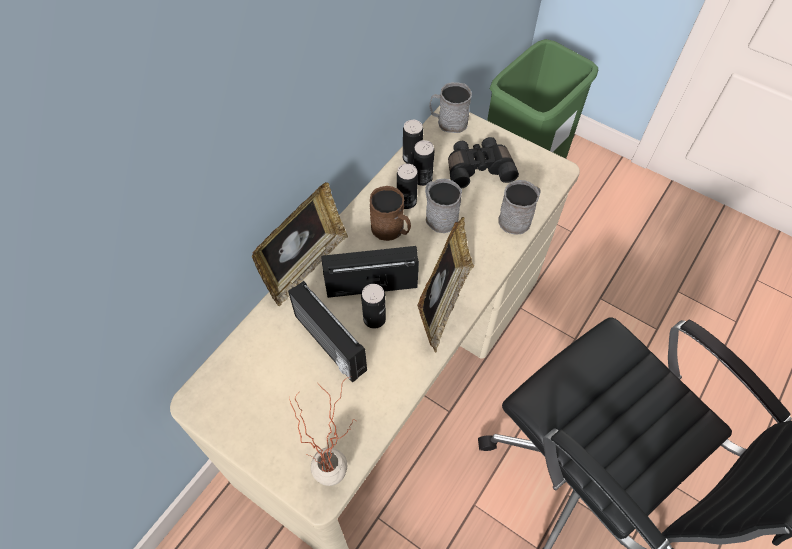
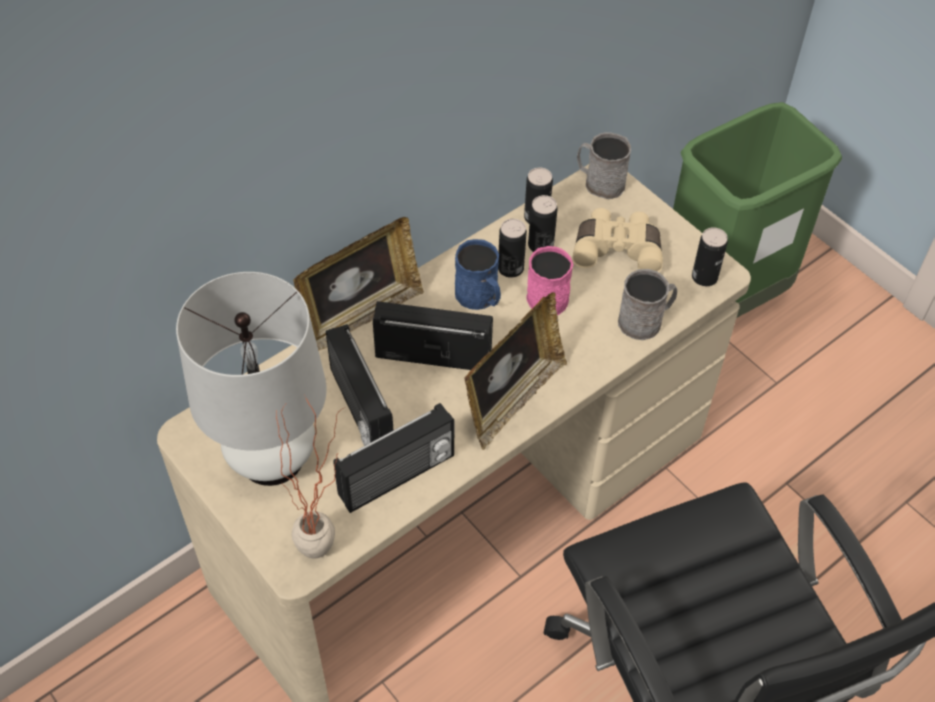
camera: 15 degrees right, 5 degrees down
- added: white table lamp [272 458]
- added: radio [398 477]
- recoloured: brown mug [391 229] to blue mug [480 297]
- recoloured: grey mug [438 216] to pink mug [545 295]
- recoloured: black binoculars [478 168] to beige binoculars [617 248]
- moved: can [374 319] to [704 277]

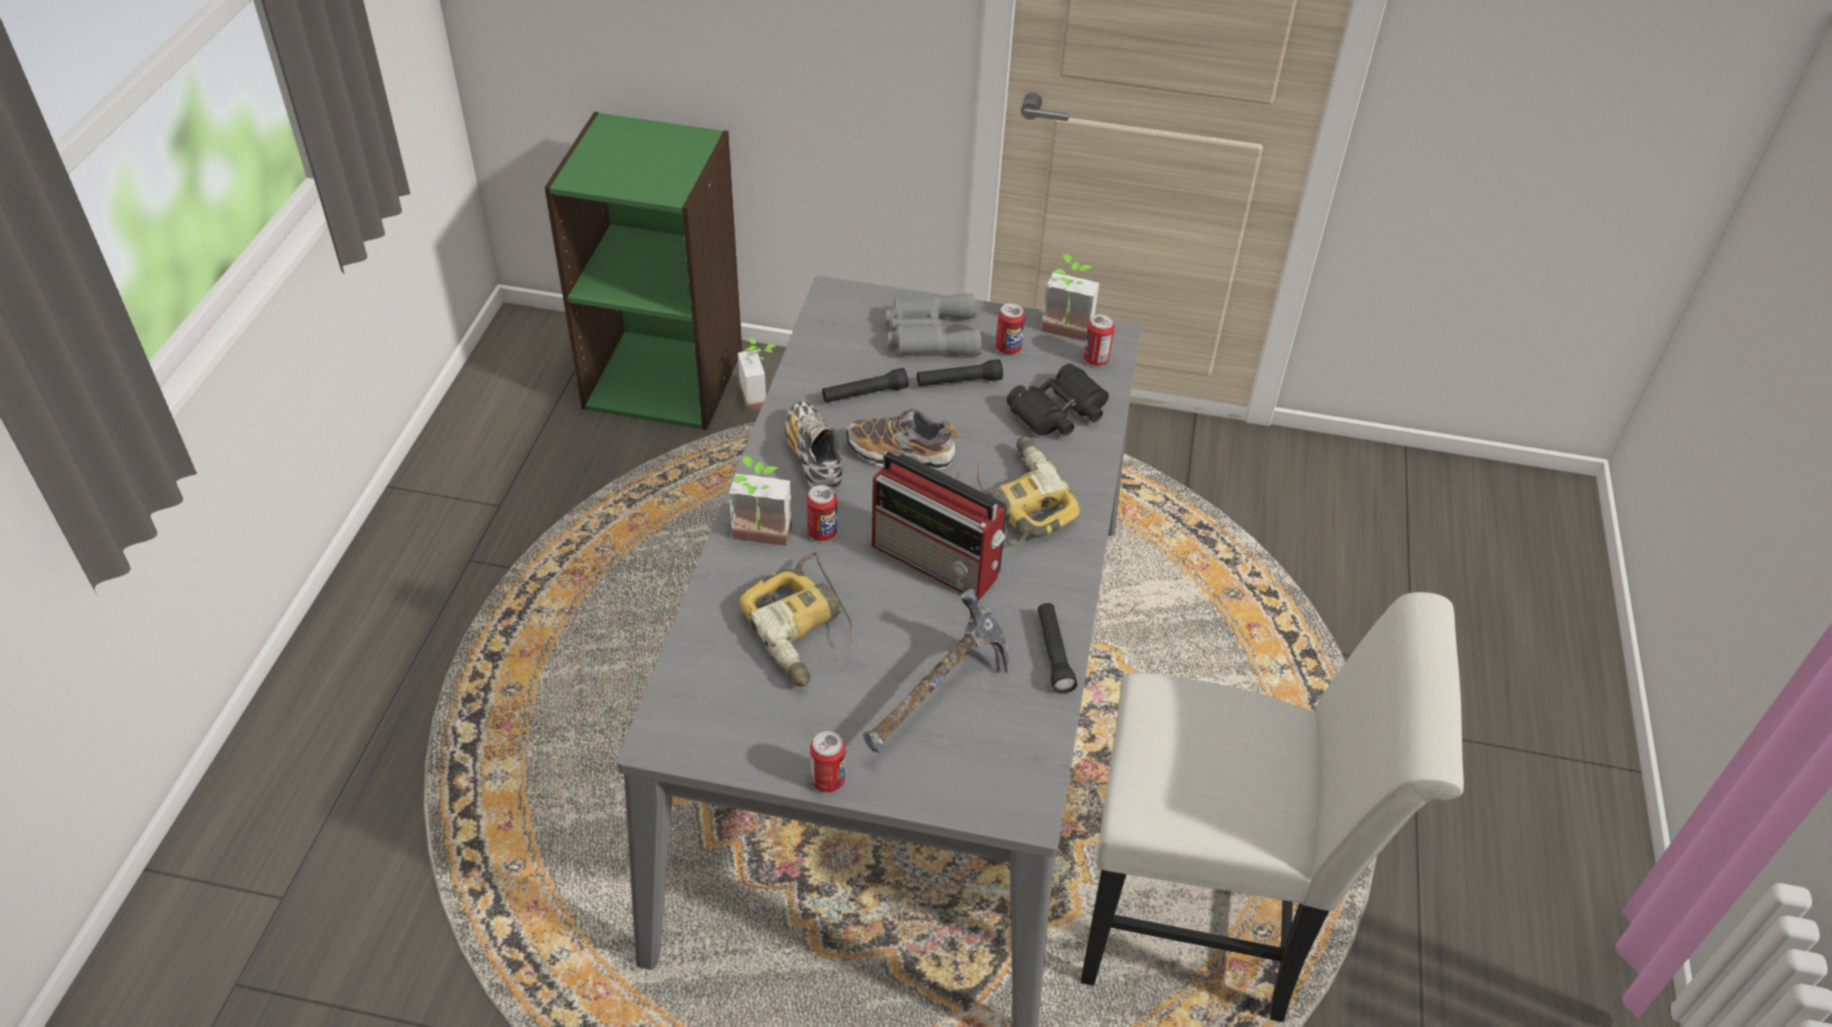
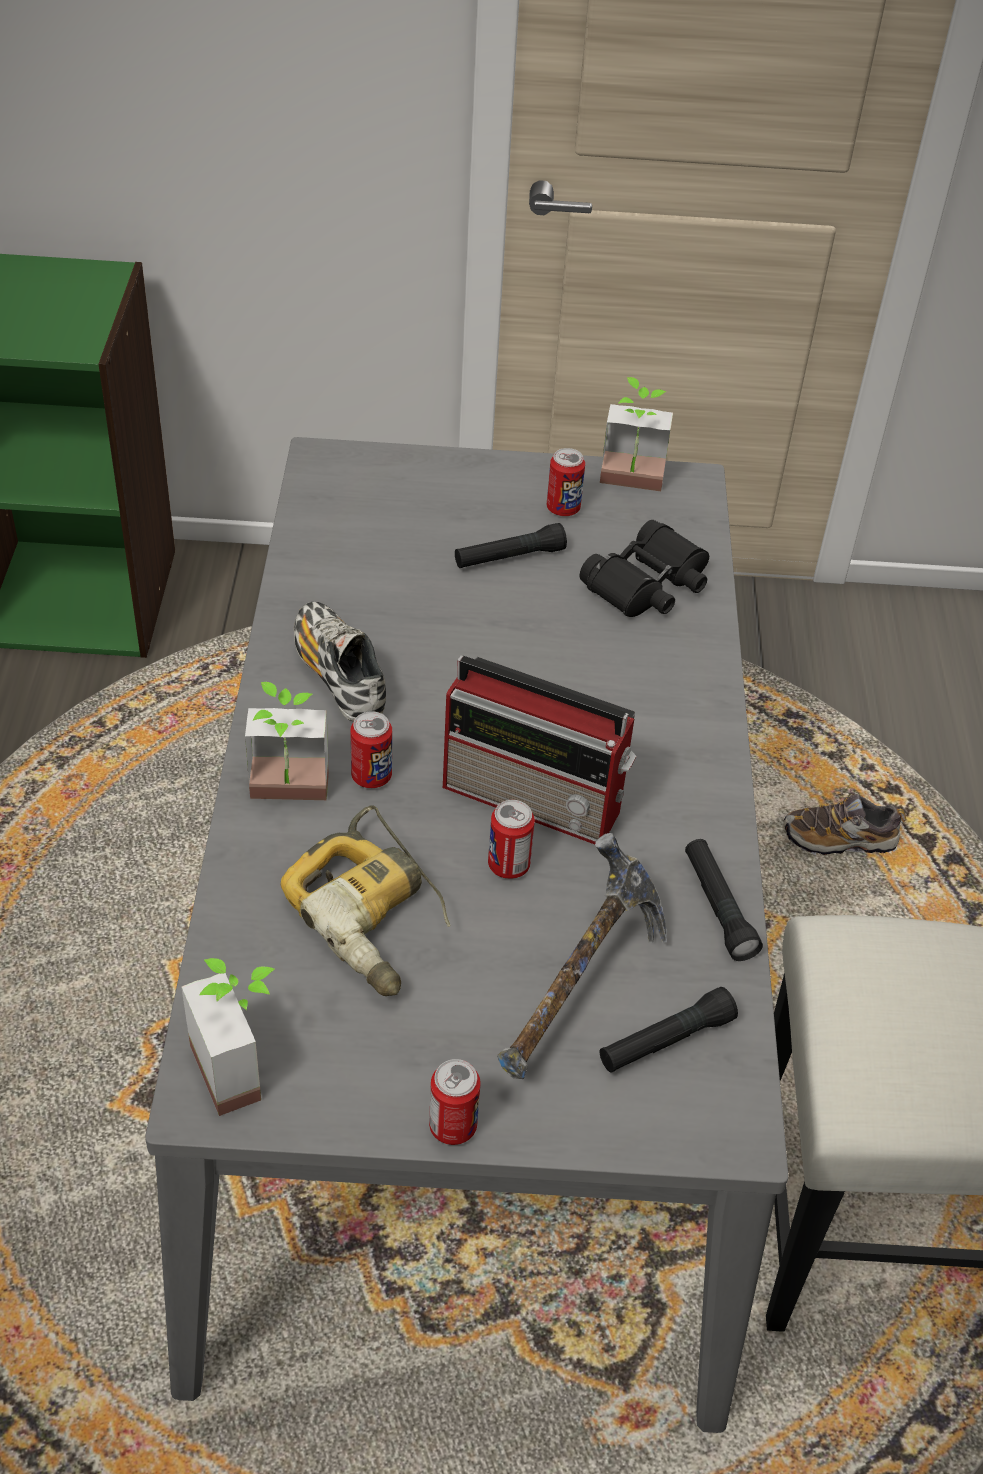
camera: 10 degrees left, 0 degrees up
- moved: potted plant [761 396] to [243 1066]
- moved: can [1096 359] to [508 865]
- moved: black flashlight [864 394] to [665 1041]
- moved: shoe [900 453] to [839 840]
- removed: grey binoculars [929 334]
- removed: power drill [1019 500]

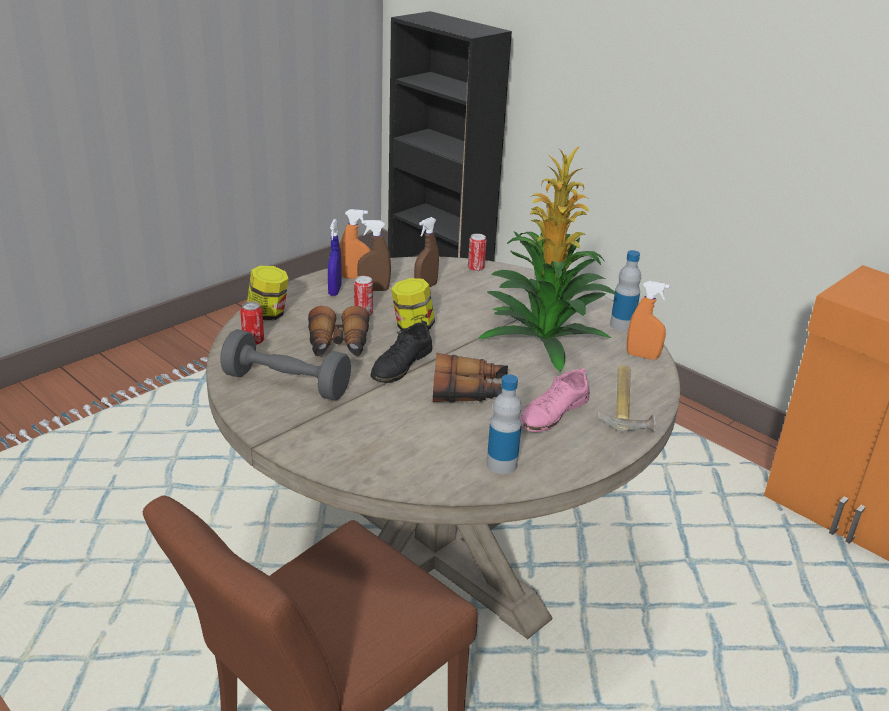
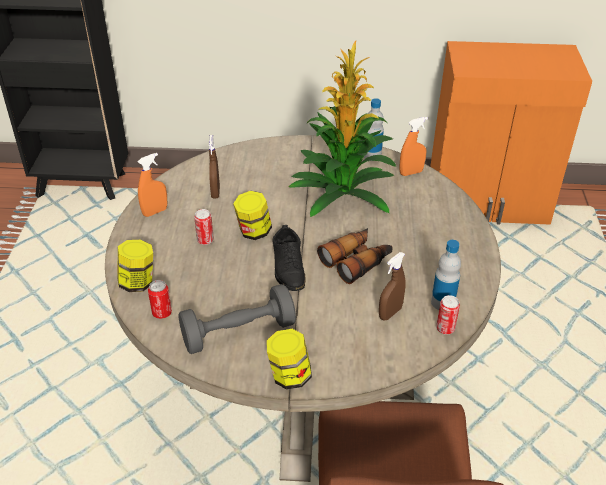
camera: 40 degrees left, 10 degrees up
- added: jar [289 376]
- moved: brown spray bottle [374 289] to [390 313]
- moved: can [476 268] to [445 328]
- removed: binoculars [338 346]
- removed: blue spray bottle [335 291]
- removed: pink shoe [553 413]
- removed: hammer [627 404]

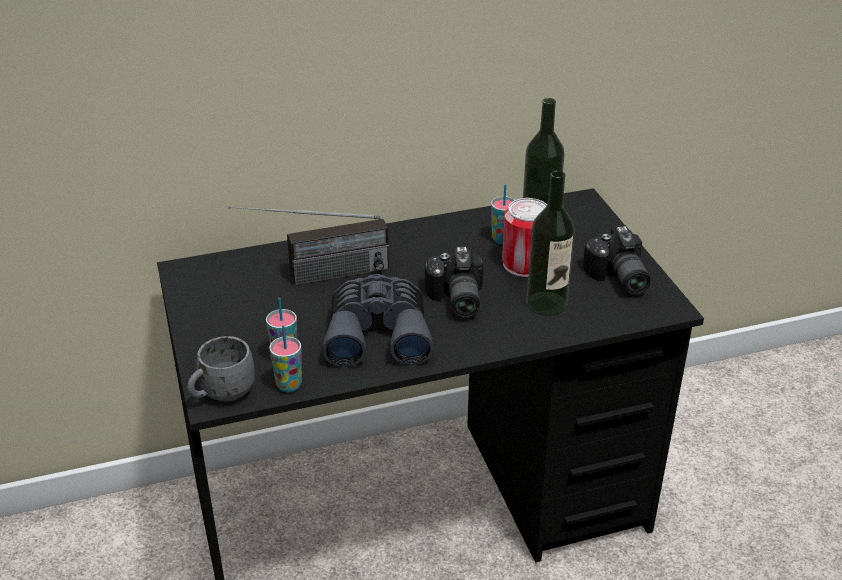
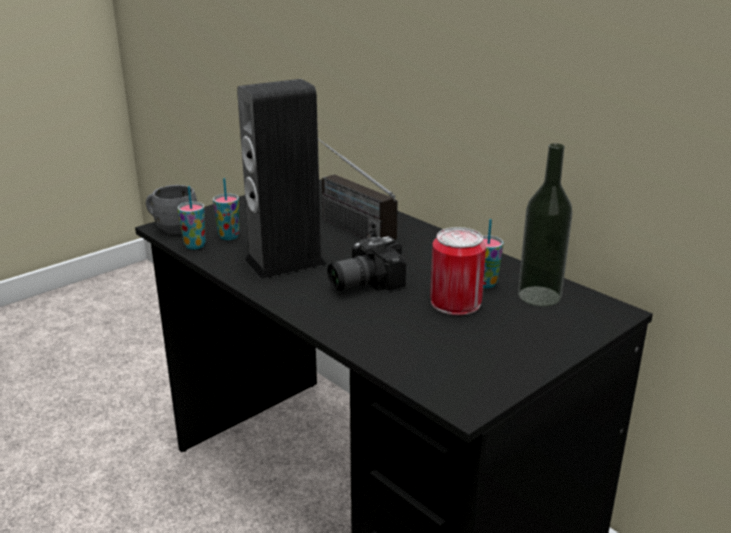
camera: 65 degrees right, 10 degrees down
- replaced: grey binoculars [378 333] to speaker [285 262]
- removed: bottle [546 303]
- removed: photo camera [617 278]

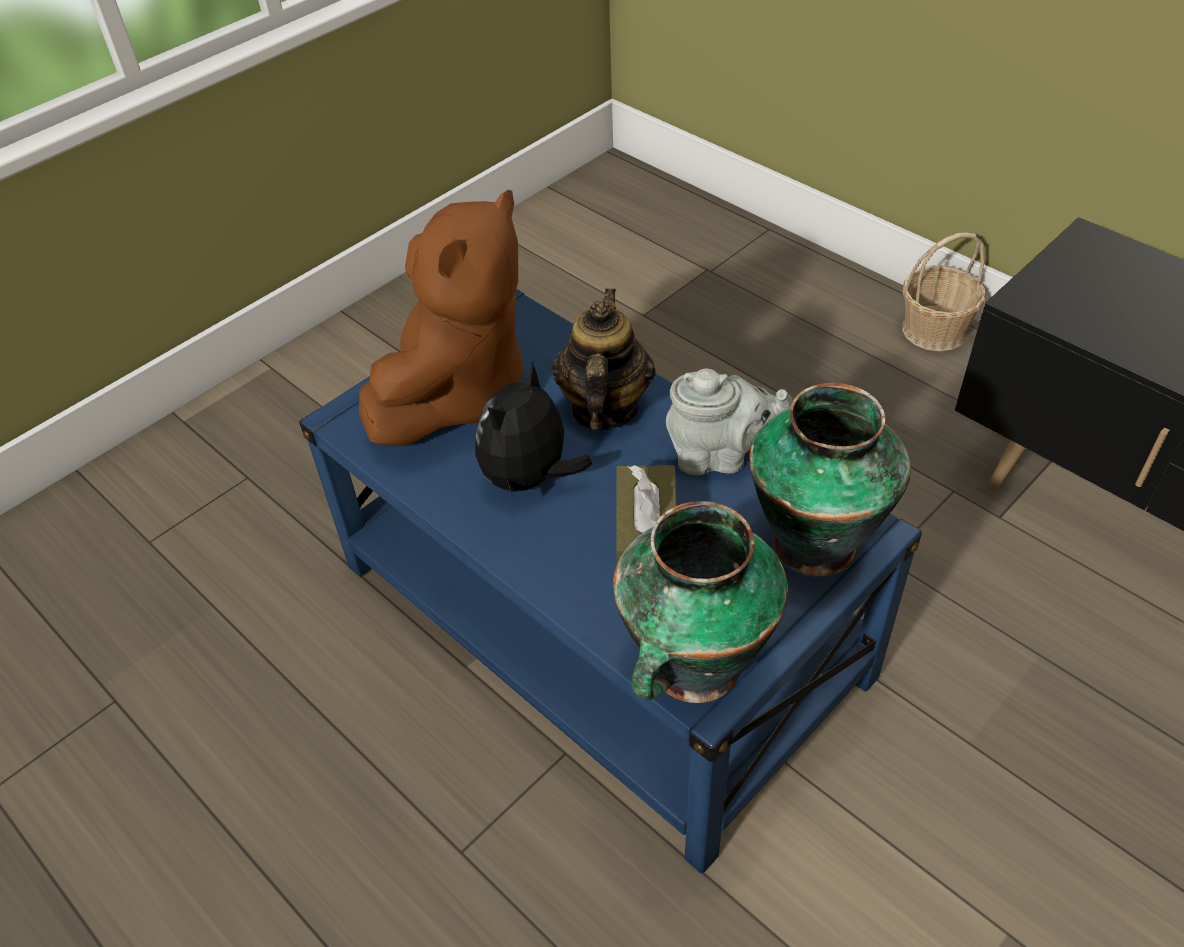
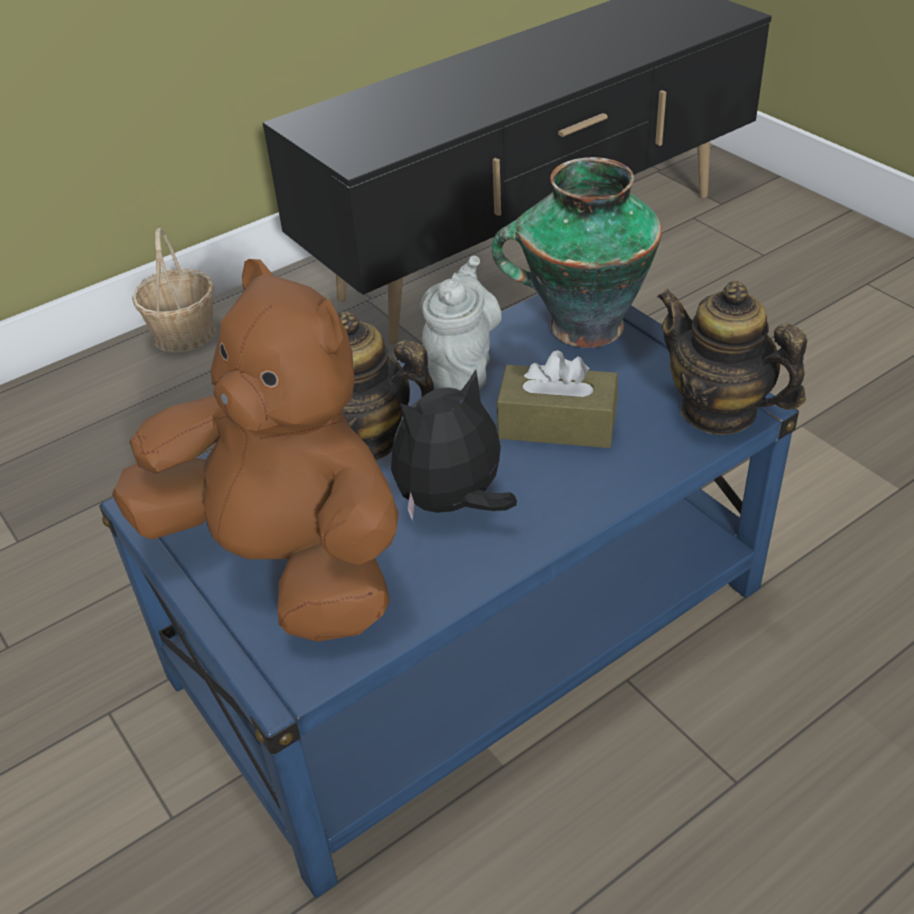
camera: 80 degrees left, 5 degrees down
- turned: plush toy [529 479] = [453 503] 105 degrees clockwise
- replaced: vase [692 669] to teapot [718 411]

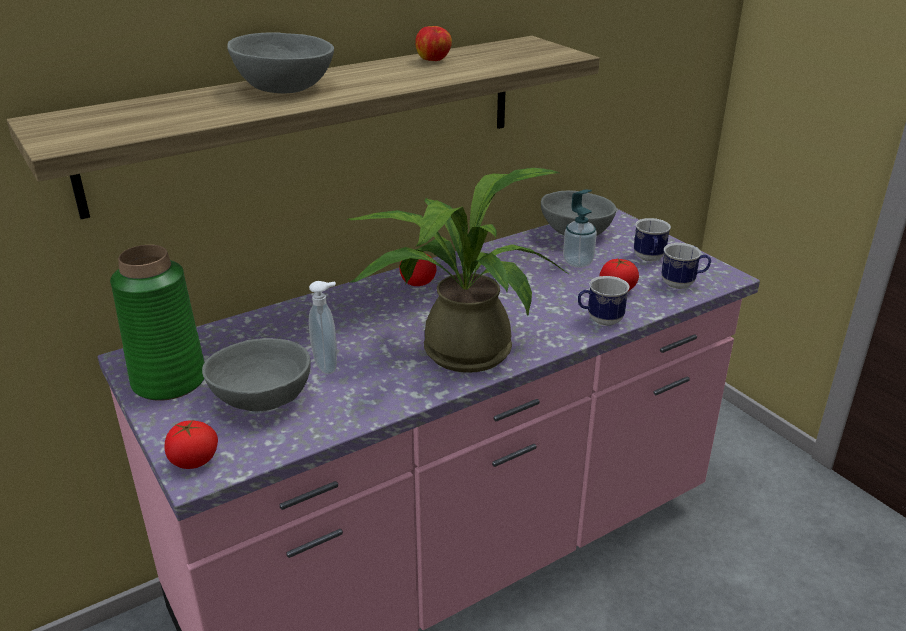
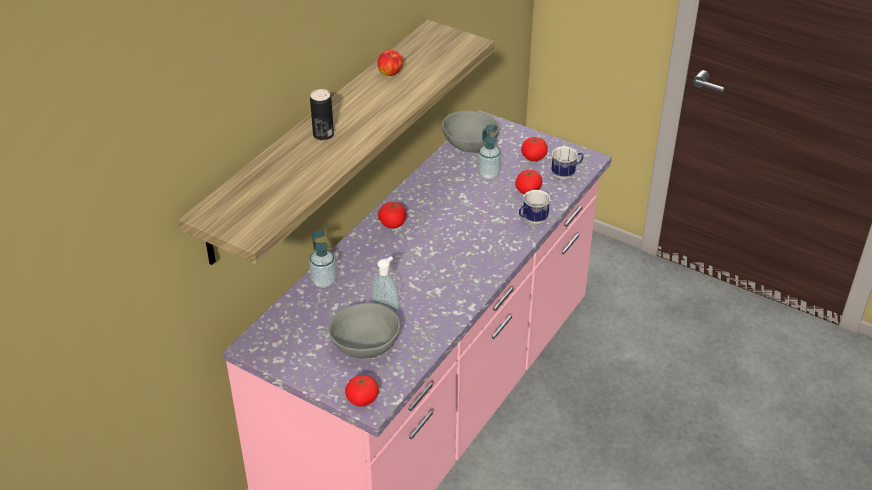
camera: 25 degrees left, 10 degrees up
- added: soap dispenser [324 281]
- replaced: grey bowl [283 88] to can [323 135]
- replaced: mug [649 259] to tomato [534 157]
- removed: green vase [168 381]
- removed: potted plant [457 348]

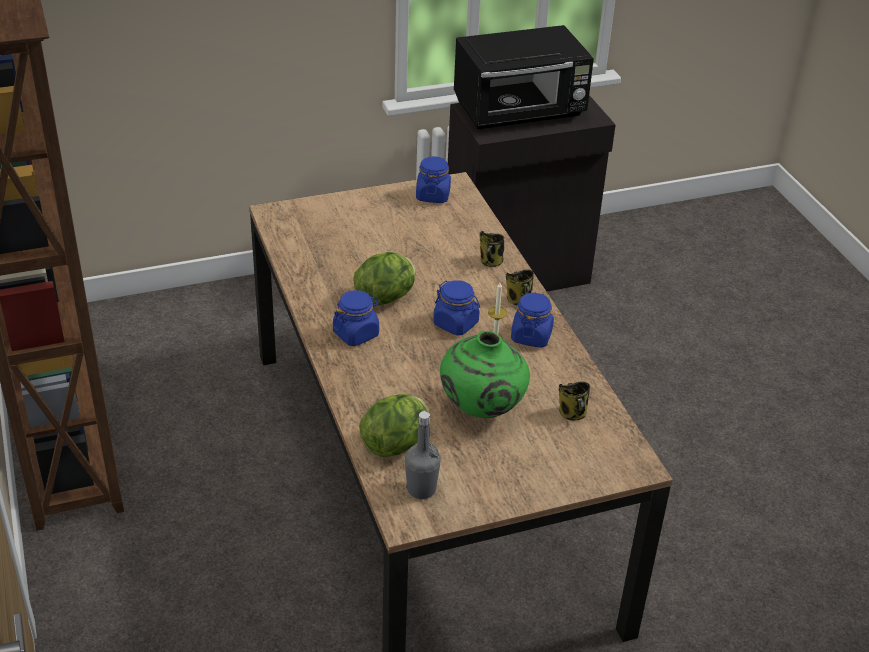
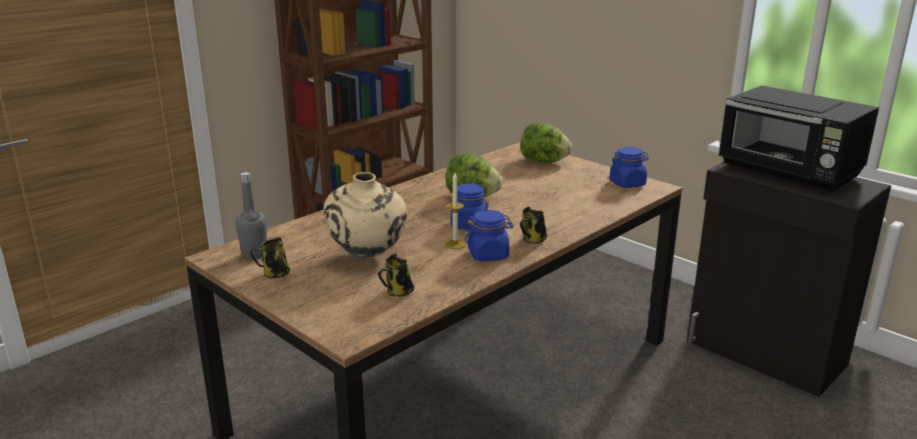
camera: 65 degrees right, 15 degrees down
- moved: mug [491 262] to [274 274]
- recoloured: green vase [481 410] to beige vase [368 256]
- moved: lettuce [397 444] to [543 161]
- removed: blue jar [356 334]

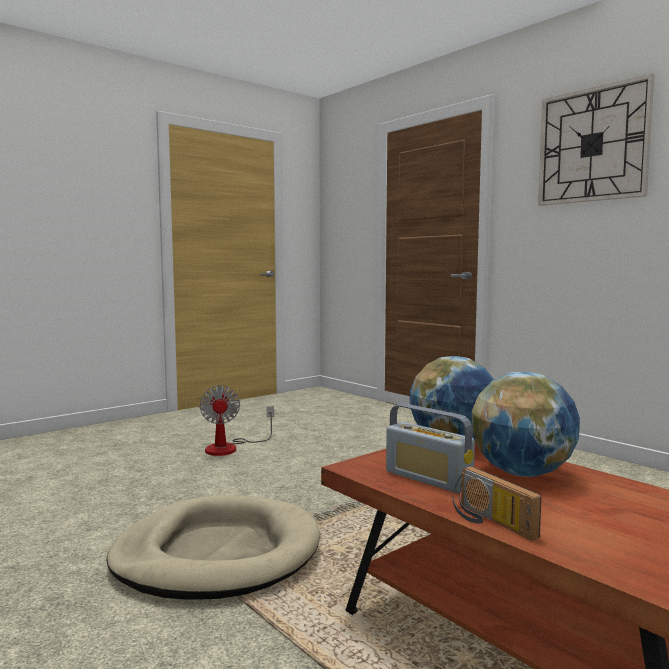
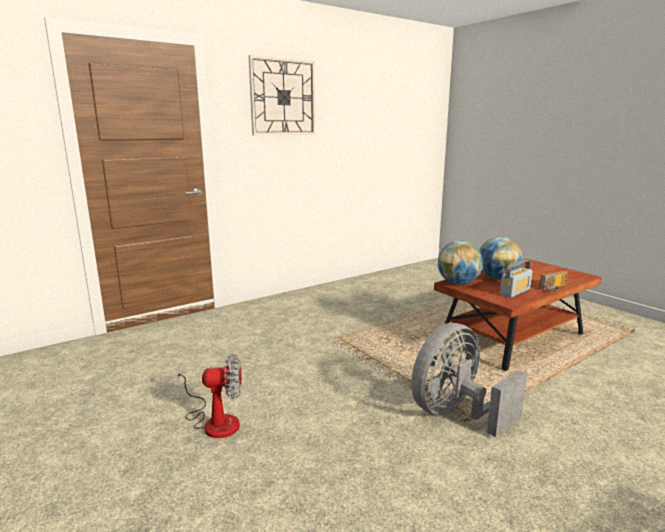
camera: 85 degrees left, 10 degrees up
- replaced: beige dog bed [217 554] to grey fan [456 413]

